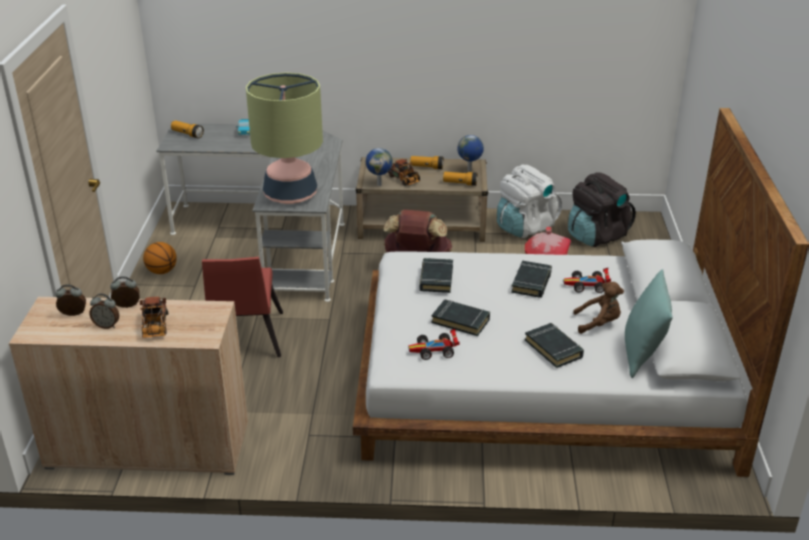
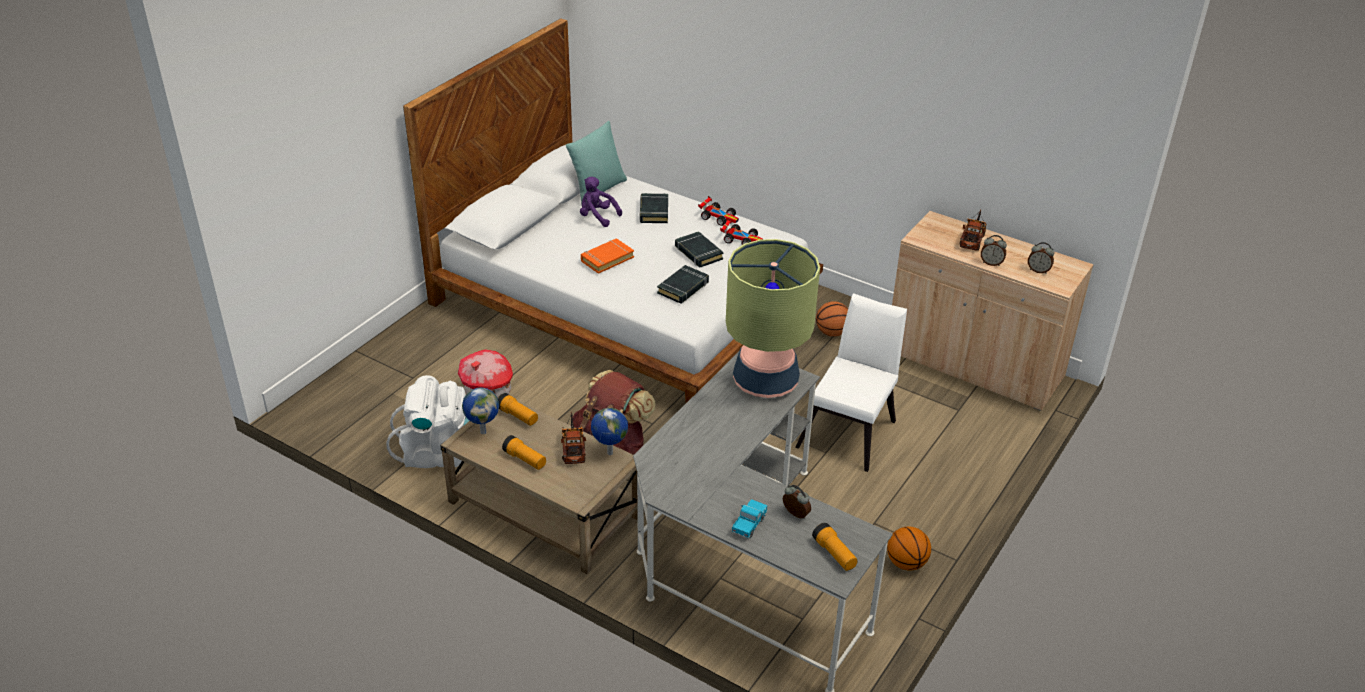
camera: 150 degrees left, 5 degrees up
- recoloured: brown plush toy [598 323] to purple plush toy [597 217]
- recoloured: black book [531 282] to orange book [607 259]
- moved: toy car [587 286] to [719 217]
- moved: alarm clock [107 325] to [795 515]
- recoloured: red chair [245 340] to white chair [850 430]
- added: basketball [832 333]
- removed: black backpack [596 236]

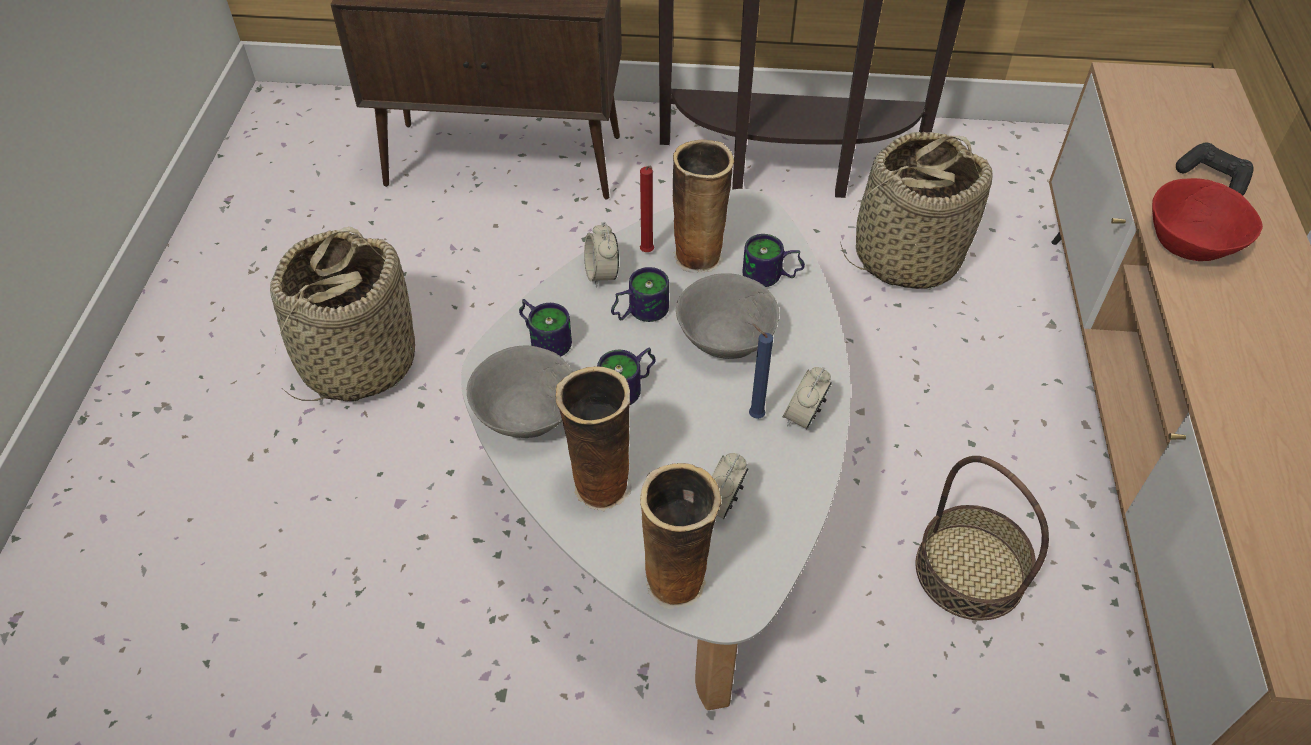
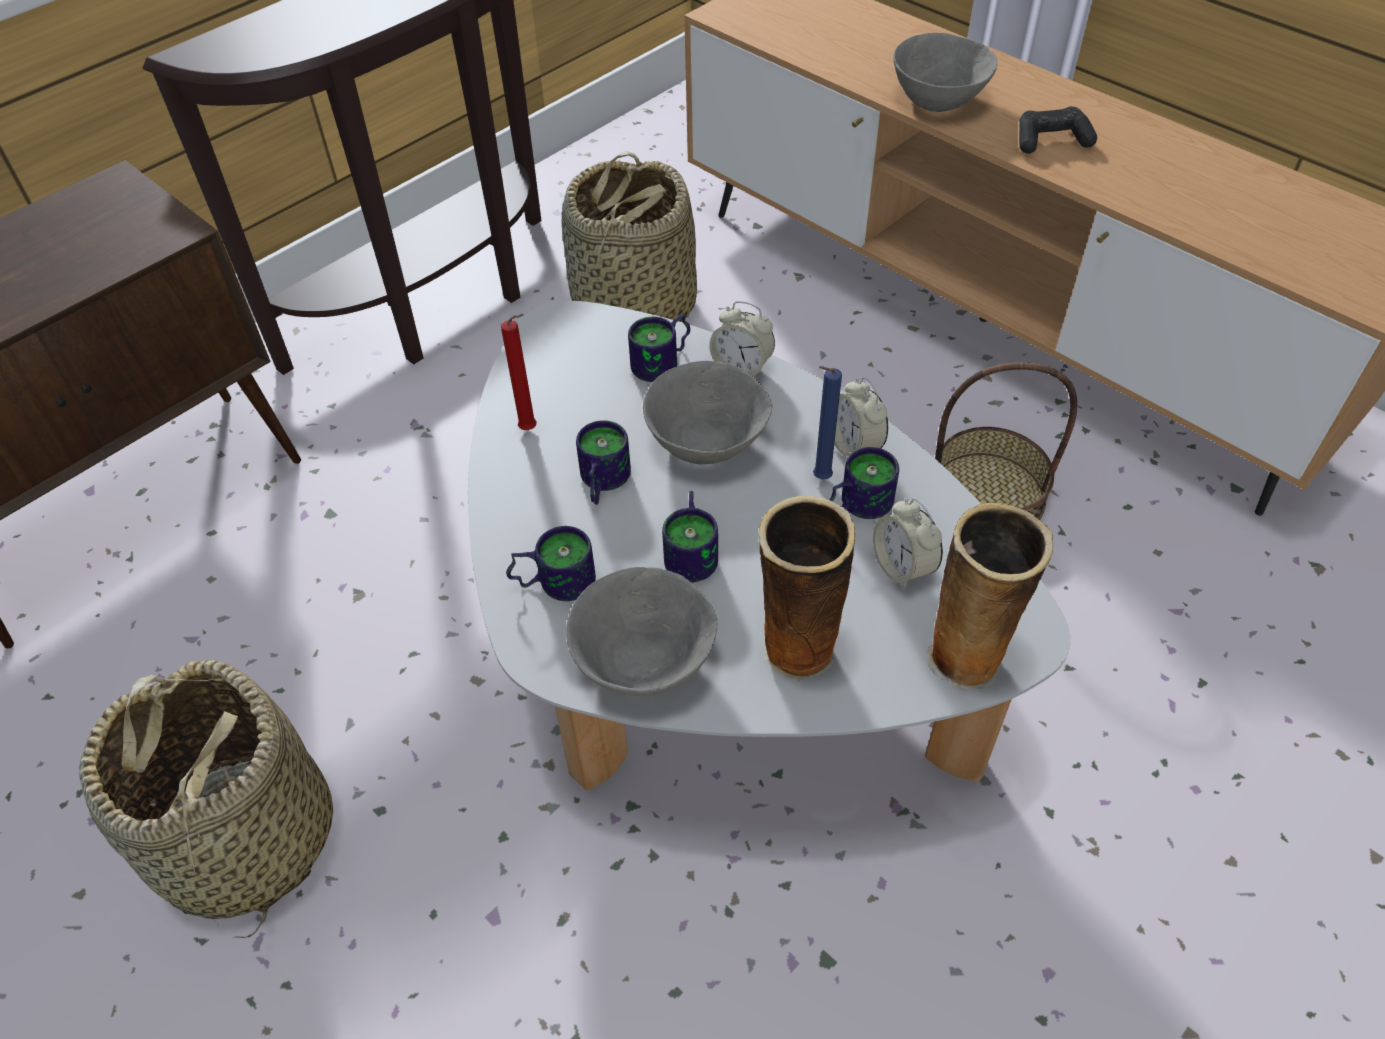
camera: 50 degrees left, 0 degrees up
- moved: alarm clock [602 274] to [742 368]
- added: mug [854 504]
- recoloured: red bowl [1189 245] to grey bowl [938 100]
- moved: black game controller [1213 177] to [1051 141]
- removed: vase [699 255]

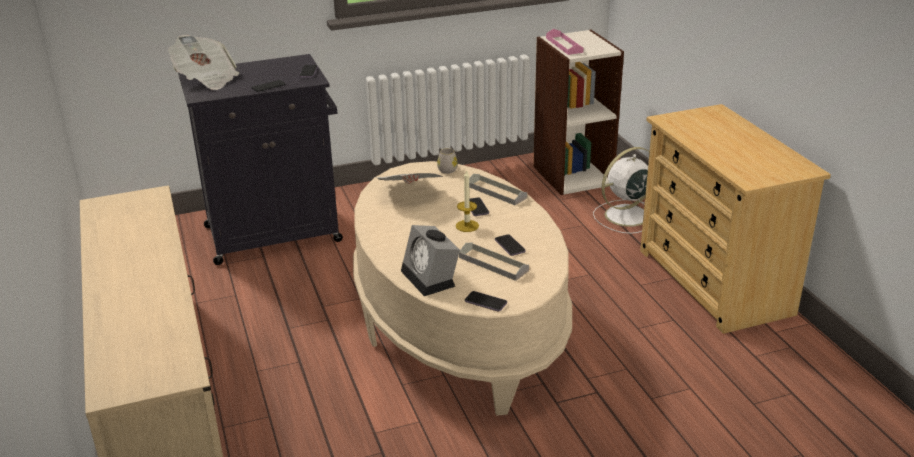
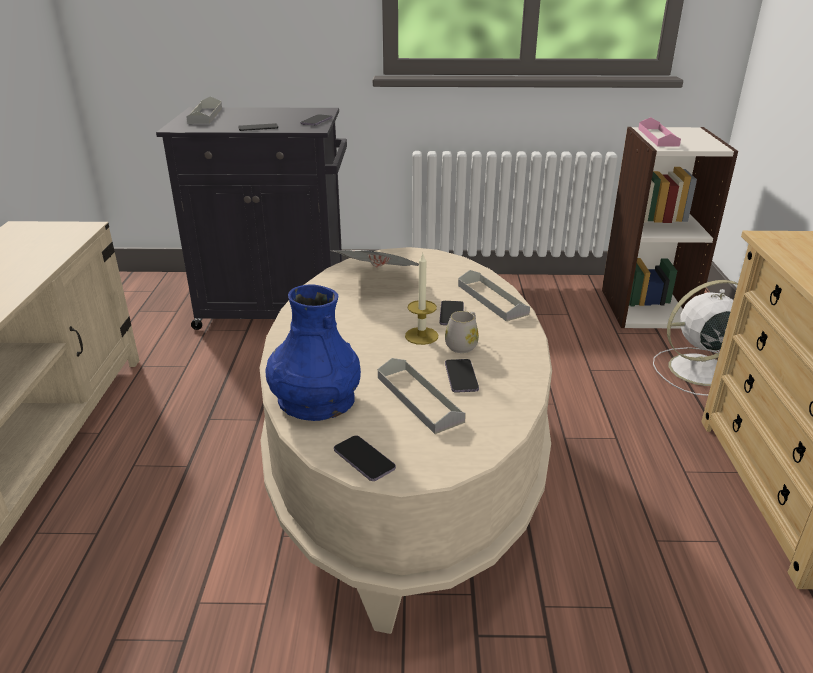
camera: 20 degrees right, 0 degrees up
- replaced: newspaper [206 79] to grey tray [205 115]
- replaced: alarm clock [431 278] to blue vase [316 400]
- moved: white mug [448 169] to [463 344]

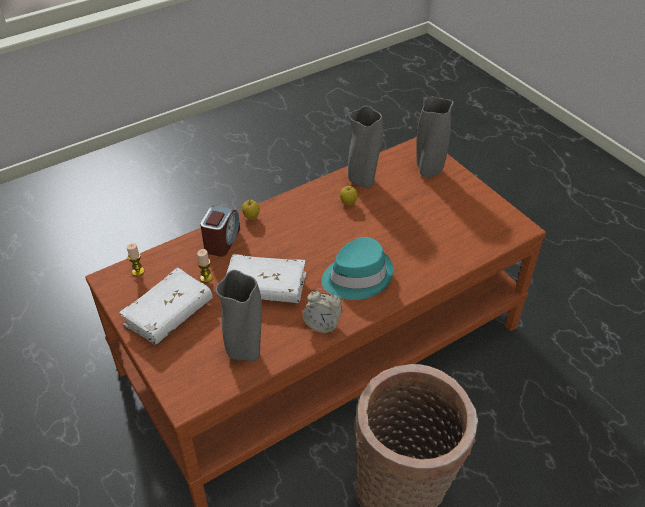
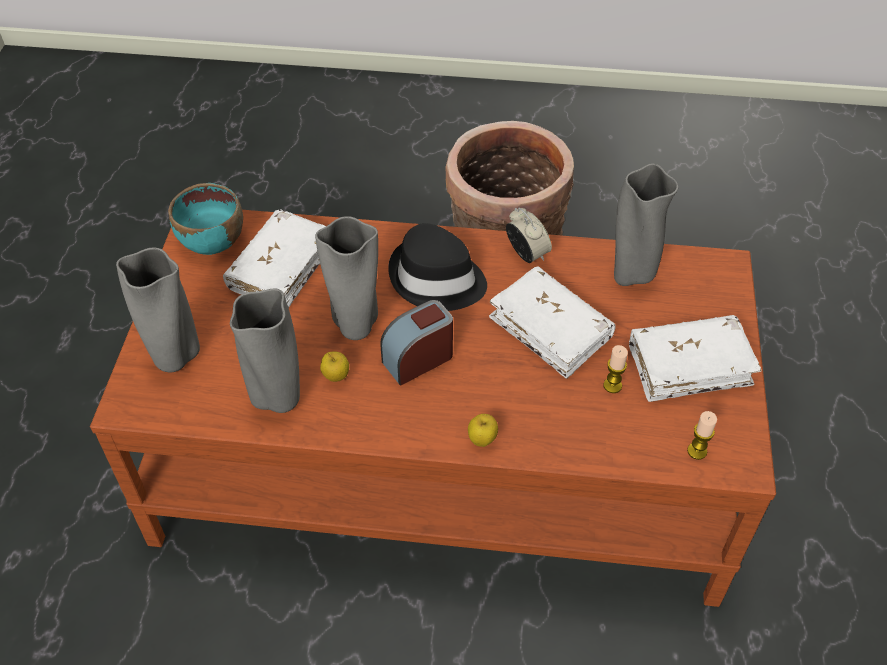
camera: 140 degrees left, 5 degrees up
- added: turquoise bowl [212 241]
- added: white book [281 269]
- added: grey vase [355 326]
- moved: alarm clock [222 241] to [418 359]
- recoloured: turquoise hat [357 276] to black hat [436 280]

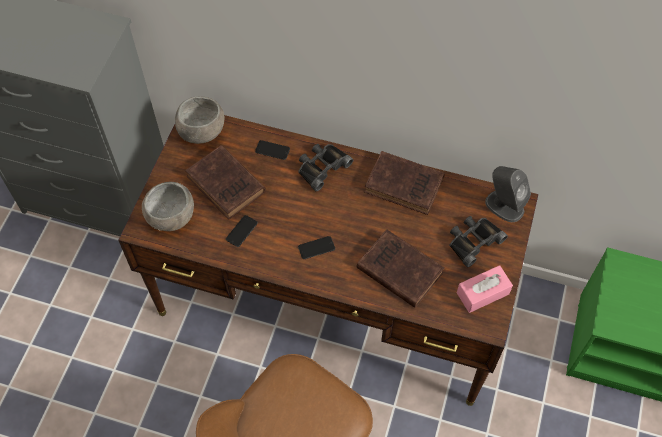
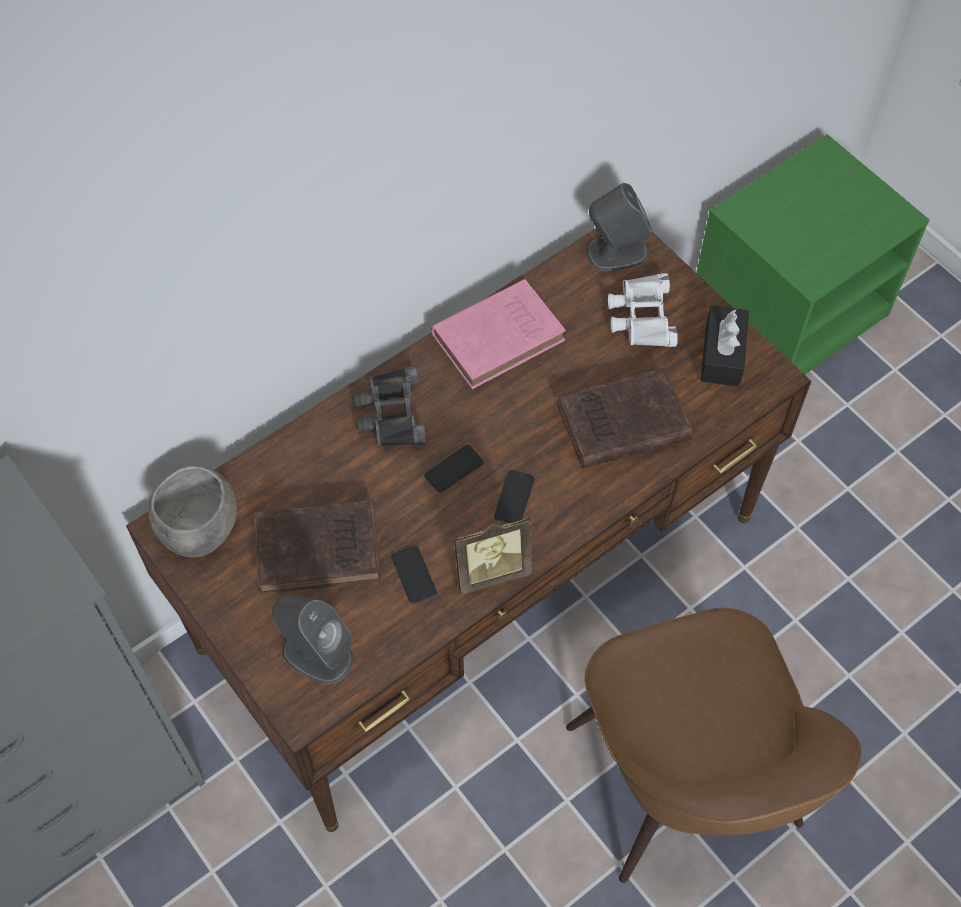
camera: 55 degrees left, 0 degrees up
- replaced: grey bowl [172 217] to grey speaker [316 654]
- moved: phone [272 150] to [453 469]
- recoloured: brown book [406 186] to pink book [501 336]
- added: picture frame [491 570]
- recoloured: black binoculars [473 241] to white binoculars [641 316]
- recoloured: pink tissue box [482 293] to black tissue box [722 354]

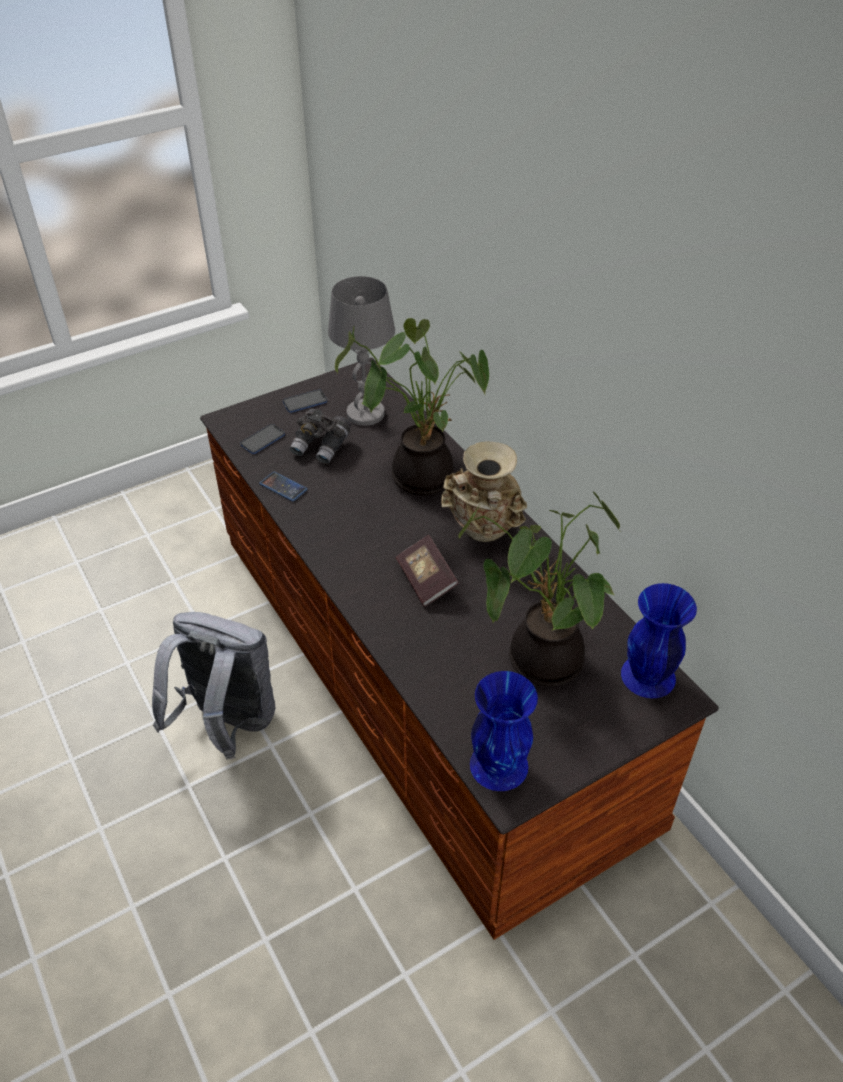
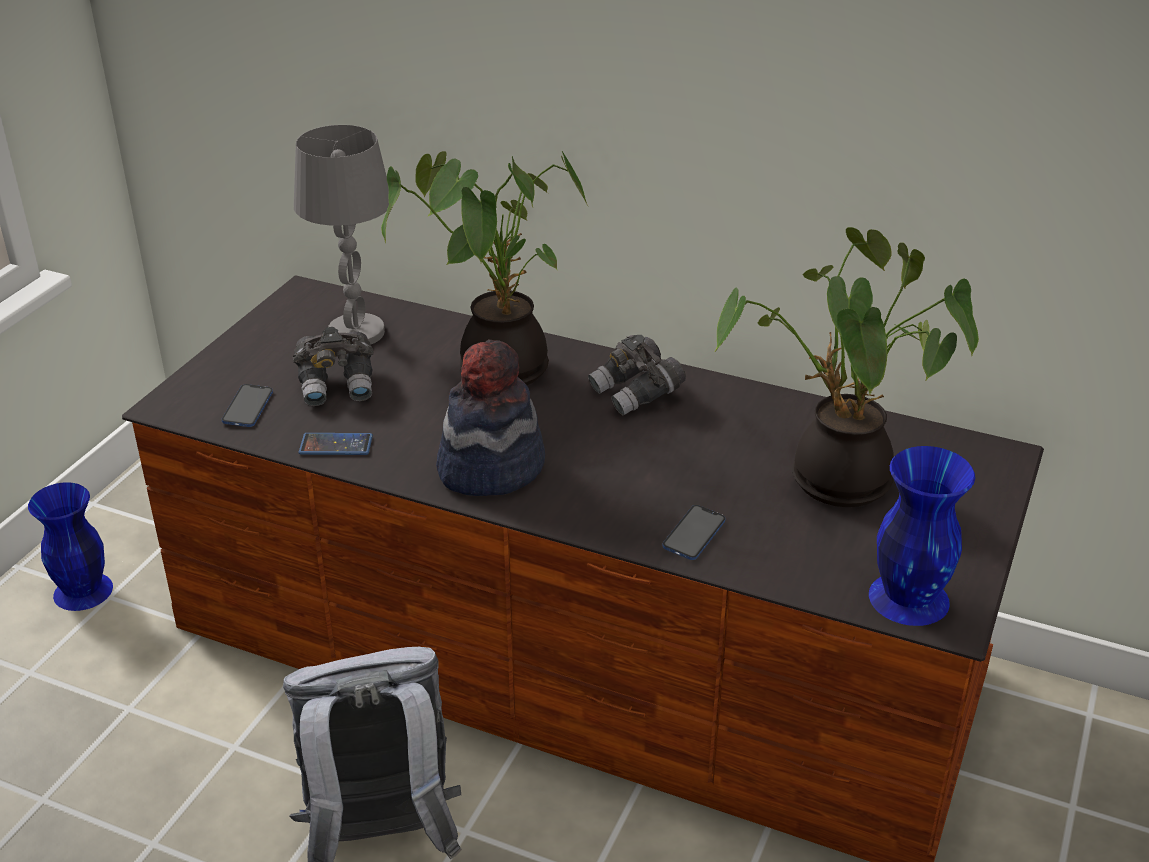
camera: 35 degrees left, 10 degrees down
- moved: blue vase [647 676] to [82 592]
- added: hat [490 467]
- replaced: beige vase [483 532] to grey binoculars [637 394]
- moved: phone [305 402] to [694 534]
- removed: book [426 580]

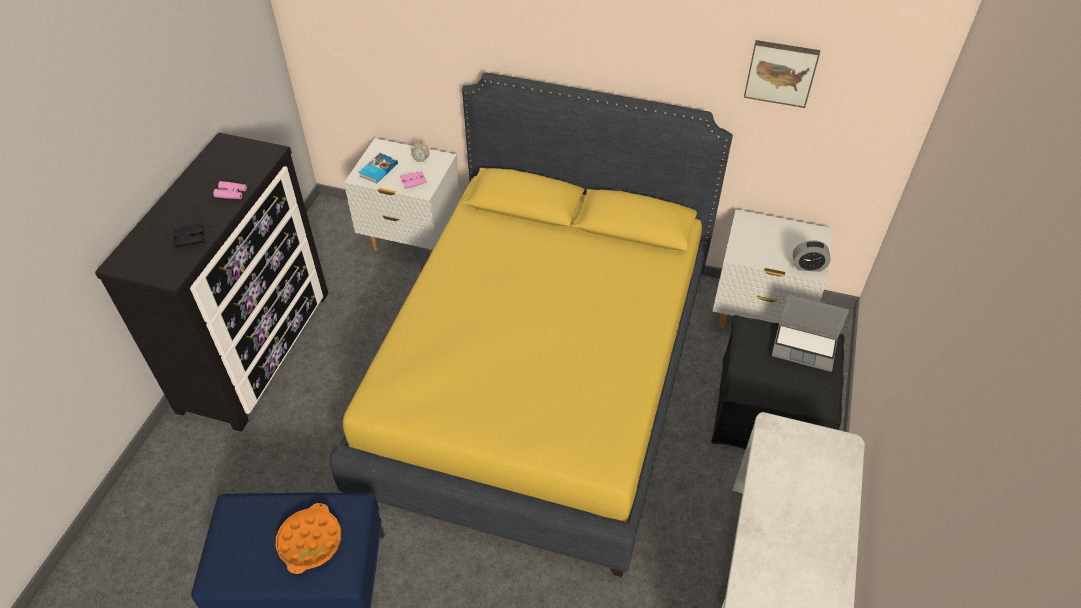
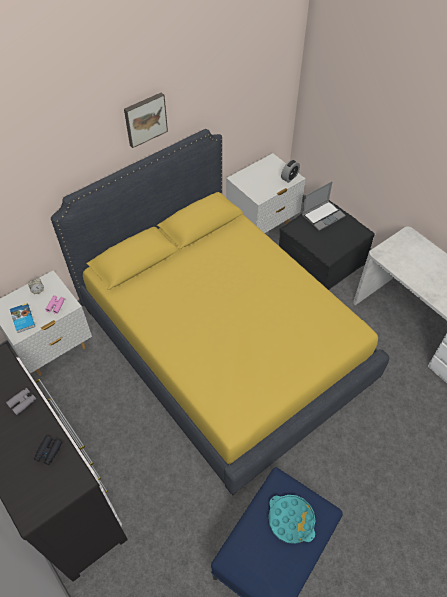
camera: 55 degrees left, 5 degrees up
- recoloured: pink binoculars [231 193] to grey binoculars [22 402]
- moved: picture [781 72] to [145 119]
- recoloured: orange tray [310 541] to turquoise tray [291 520]

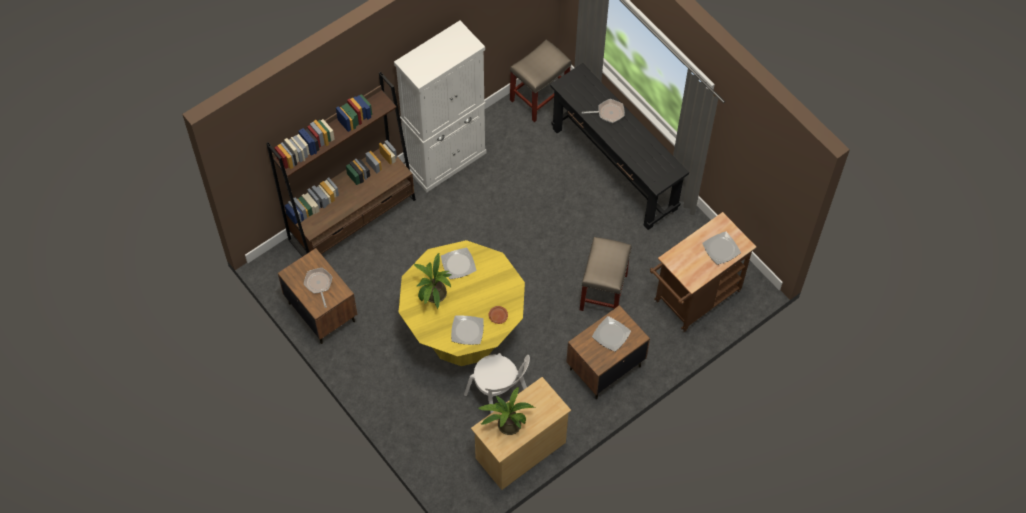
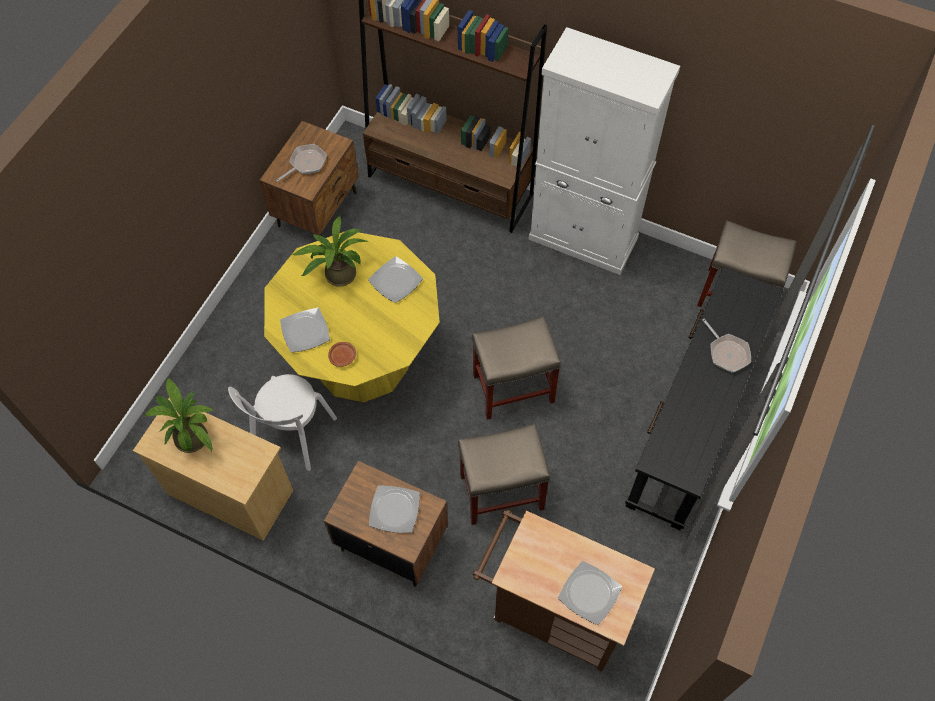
camera: 65 degrees right, 0 degrees up
- added: beige stool [512 389]

